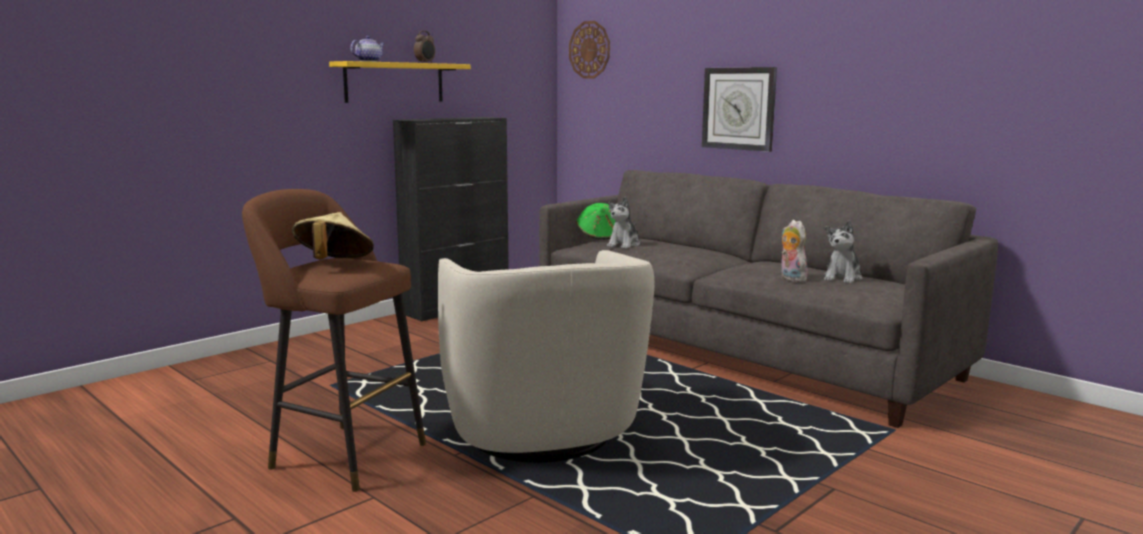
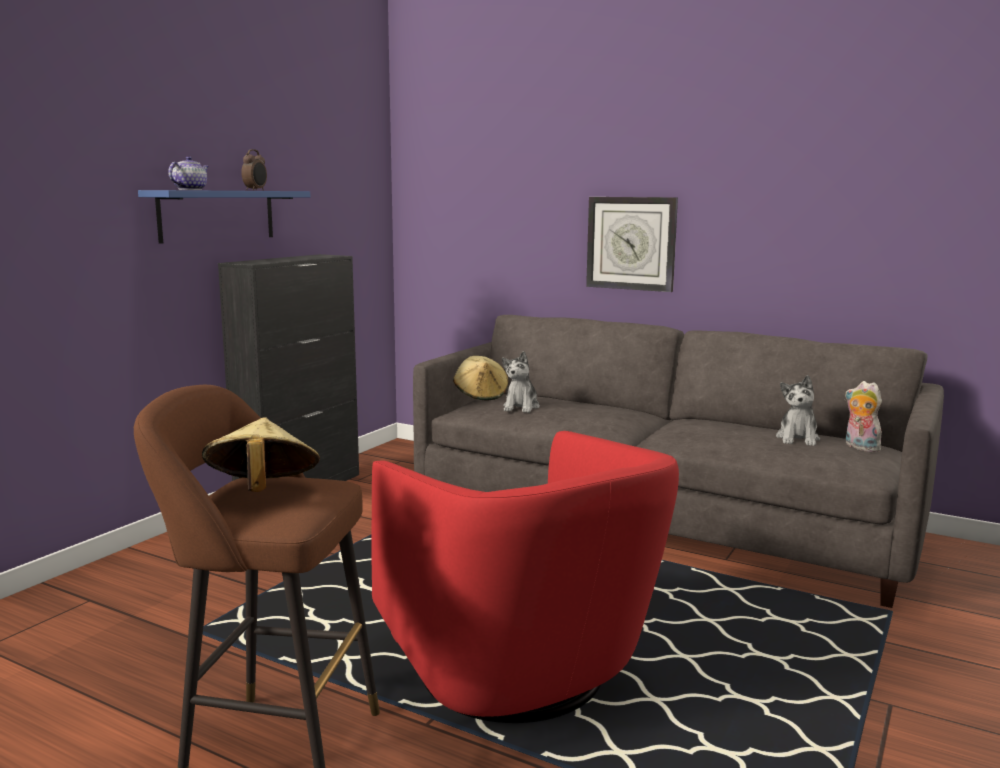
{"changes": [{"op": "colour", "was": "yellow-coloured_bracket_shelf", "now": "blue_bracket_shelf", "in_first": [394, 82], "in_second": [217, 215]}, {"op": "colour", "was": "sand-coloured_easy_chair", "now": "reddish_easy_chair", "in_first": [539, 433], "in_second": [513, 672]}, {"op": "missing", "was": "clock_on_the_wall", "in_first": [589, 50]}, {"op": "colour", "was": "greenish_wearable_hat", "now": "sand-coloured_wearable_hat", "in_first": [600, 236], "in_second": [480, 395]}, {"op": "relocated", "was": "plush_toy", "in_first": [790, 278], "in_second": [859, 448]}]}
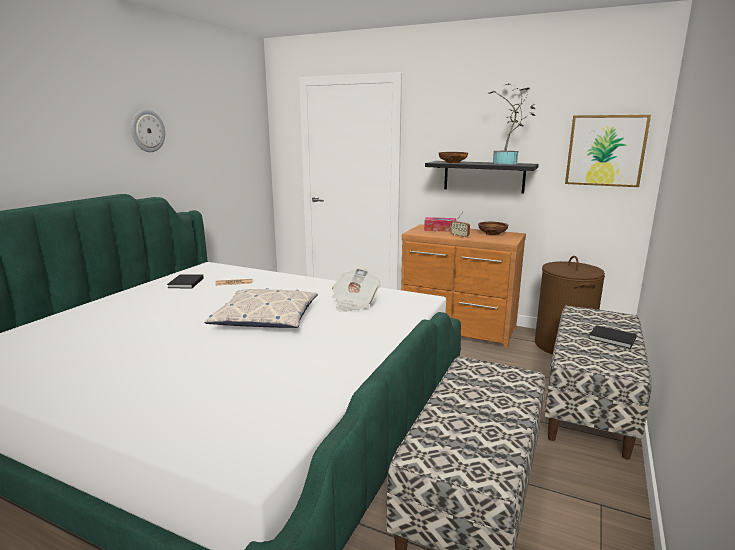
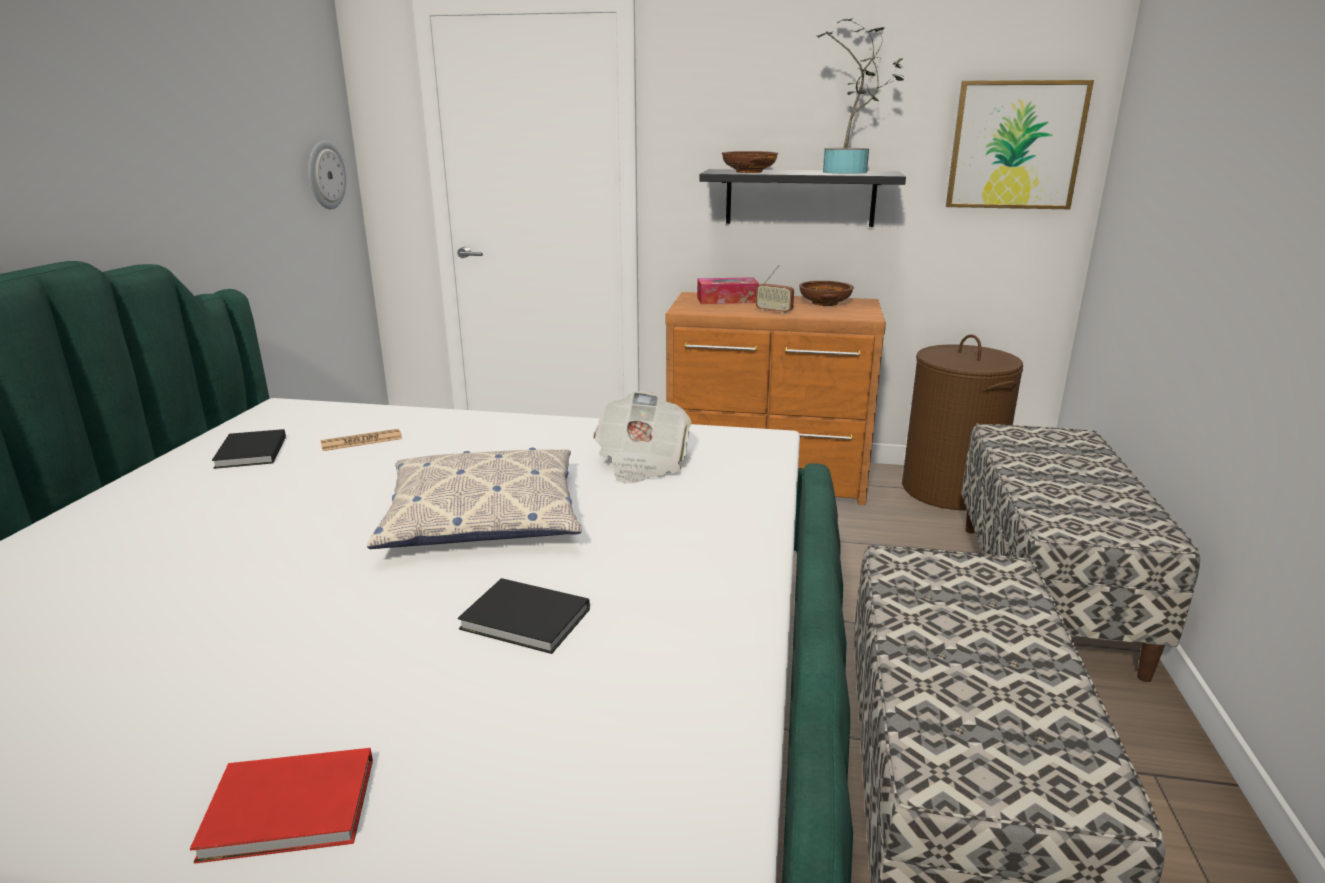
{"changes": [{"op": "relocated", "was": "clock_on_the_wall", "in_first": [147, 131], "in_second": [325, 175]}, {"op": "relocated", "was": "black-coloured_bound_book", "in_first": [613, 339], "in_second": [527, 621]}, {"op": "appeared", "now": "reddish_bound_book", "in_second": [293, 810]}]}
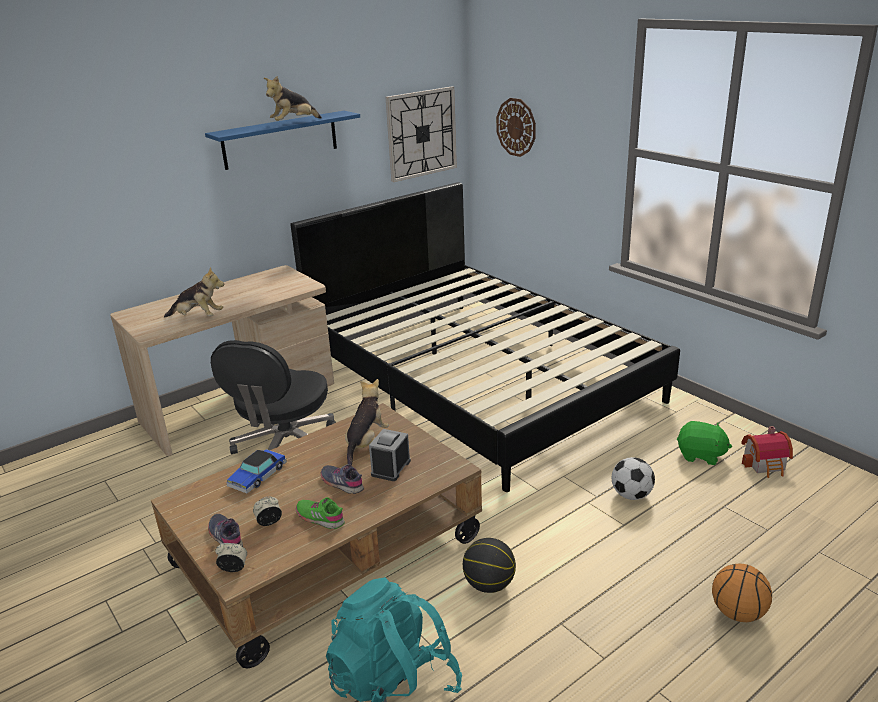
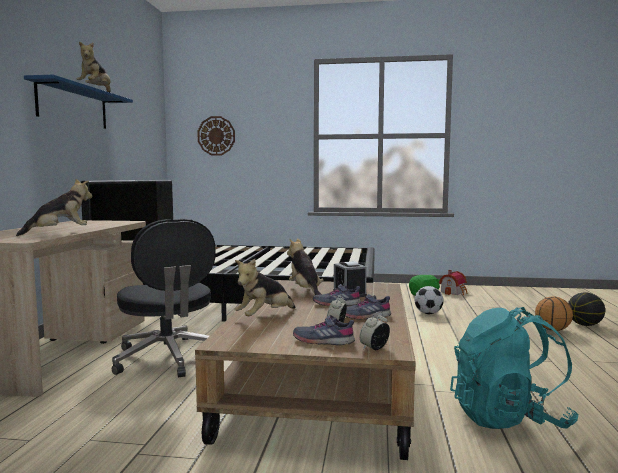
{"changes": [{"op": "exchanged", "was": "toy_car", "now": "plush_toy", "in_first": [258, 476], "in_second": [265, 317]}, {"op": "colour", "was": "greenish_shoe", "now": "grey_shoe", "in_first": [320, 518], "in_second": [365, 316]}, {"op": "missing", "was": "clock_on_the_wall", "in_first": [421, 133]}, {"op": "relocated", "was": "basketball_ball", "in_first": [489, 585], "in_second": [585, 325]}]}
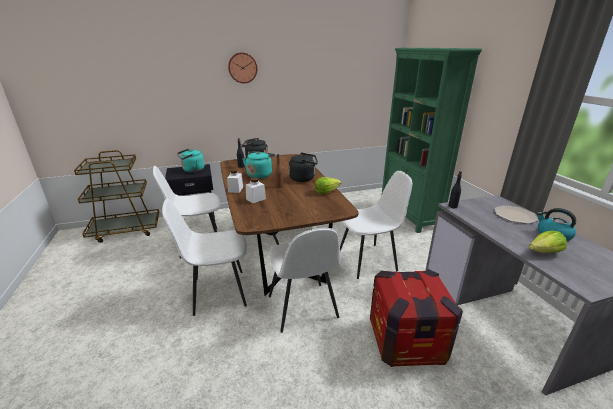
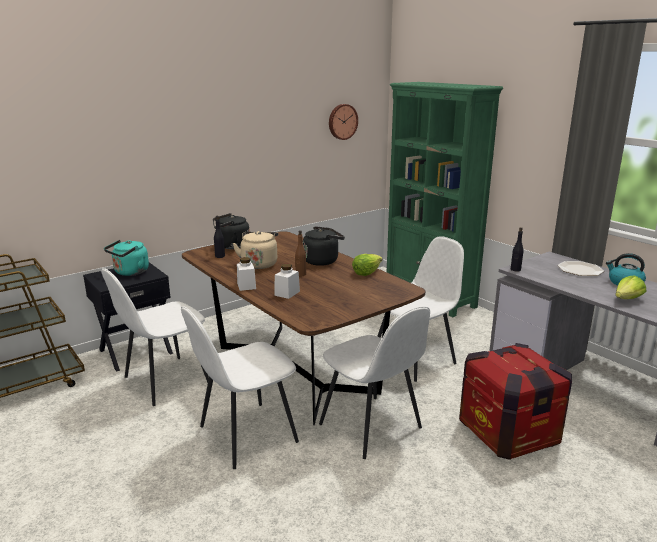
{"changes": [{"op": "relocated", "was": "clock_on_the_wall", "in_first": [242, 68], "in_second": [342, 121]}, {"op": "colour", "was": "blue-green_kettle", "now": "sand-coloured_kettle", "in_first": [260, 175], "in_second": [259, 264]}]}
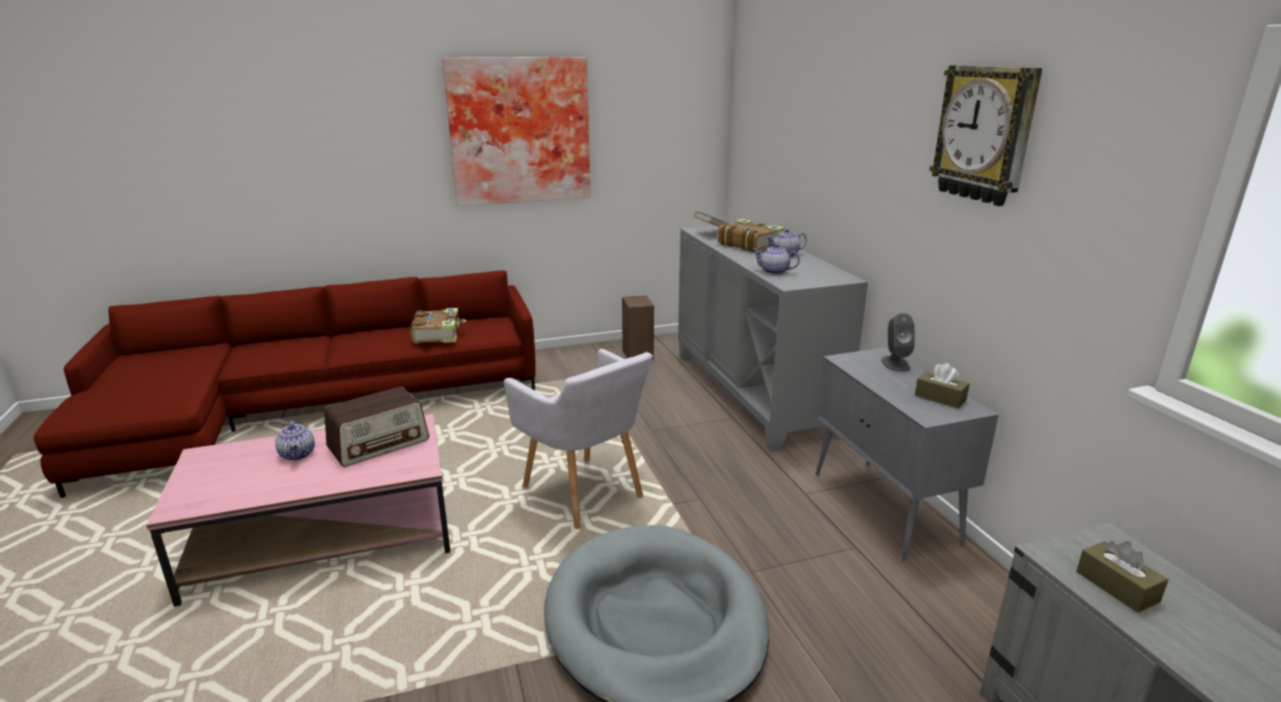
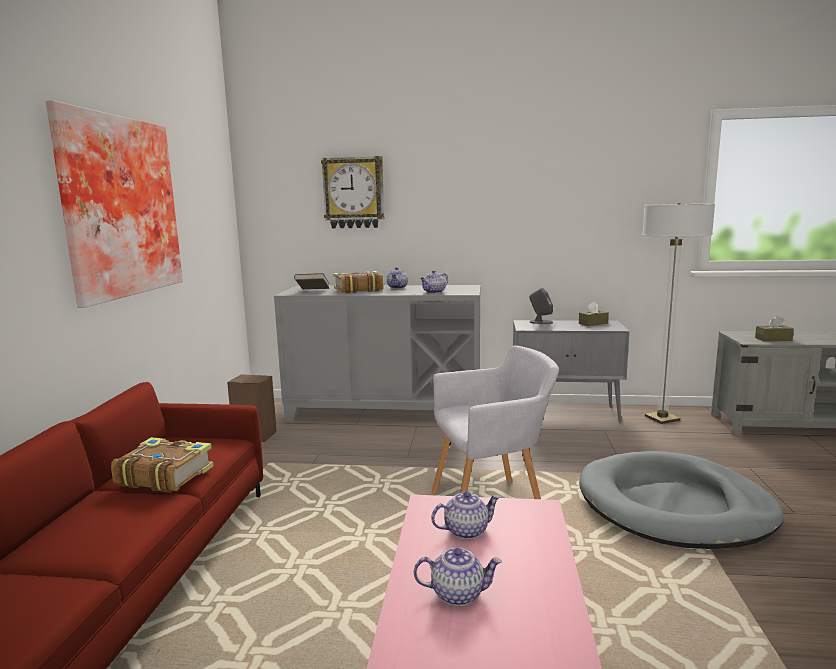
{"changes": [{"op": "exchanged", "was": "radio_set", "now": "tea_pot", "in_first": [379, 444], "in_second": [466, 530]}, {"op": "relocated", "was": "clock_on_the_wall", "in_first": [985, 134], "in_second": [354, 193]}, {"op": "appeared", "now": "standing_lamp", "in_second": [662, 419]}]}
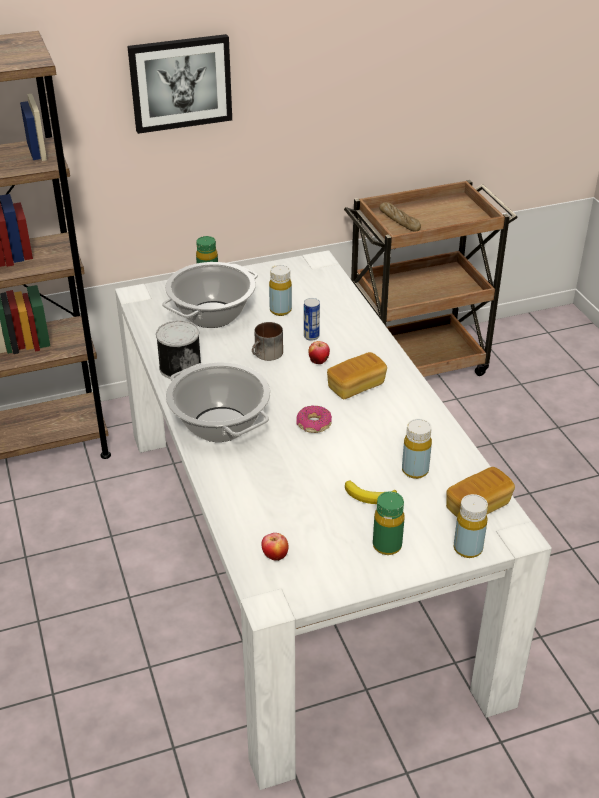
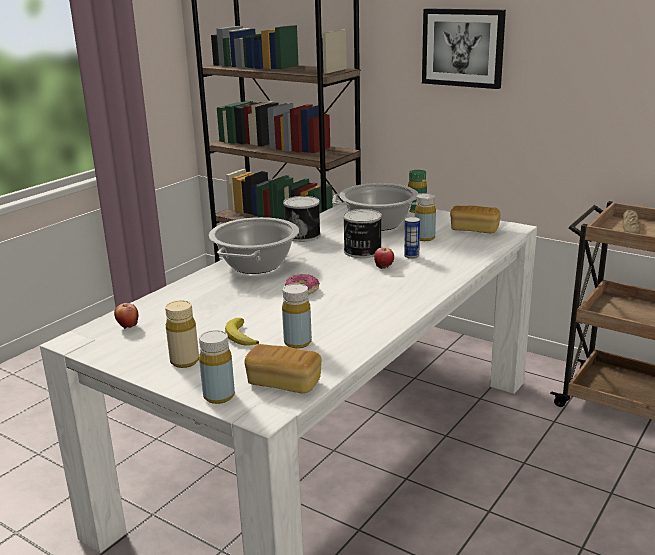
{"changes": [{"op": "exchanged", "was": "coffee_mug", "now": "sealed_can", "in_first": [267, 355], "in_second": [362, 251]}, {"op": "relocated", "was": "baked_bread", "in_first": [356, 386], "in_second": [474, 230]}, {"op": "colour", "was": "greenish_beverage_bottle", "now": "sand-coloured_beverage_bottle", "in_first": [387, 546], "in_second": [184, 361]}]}
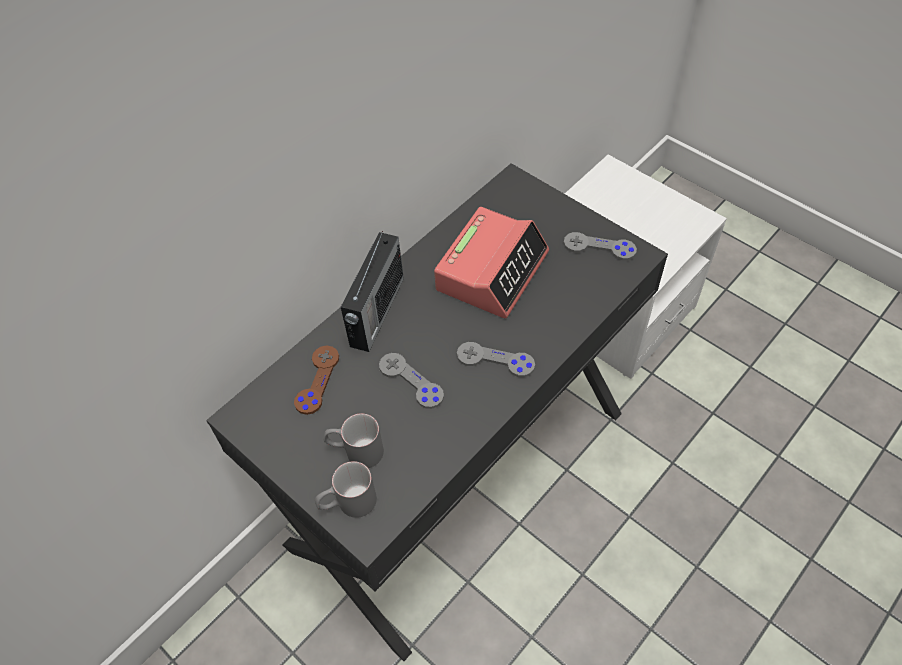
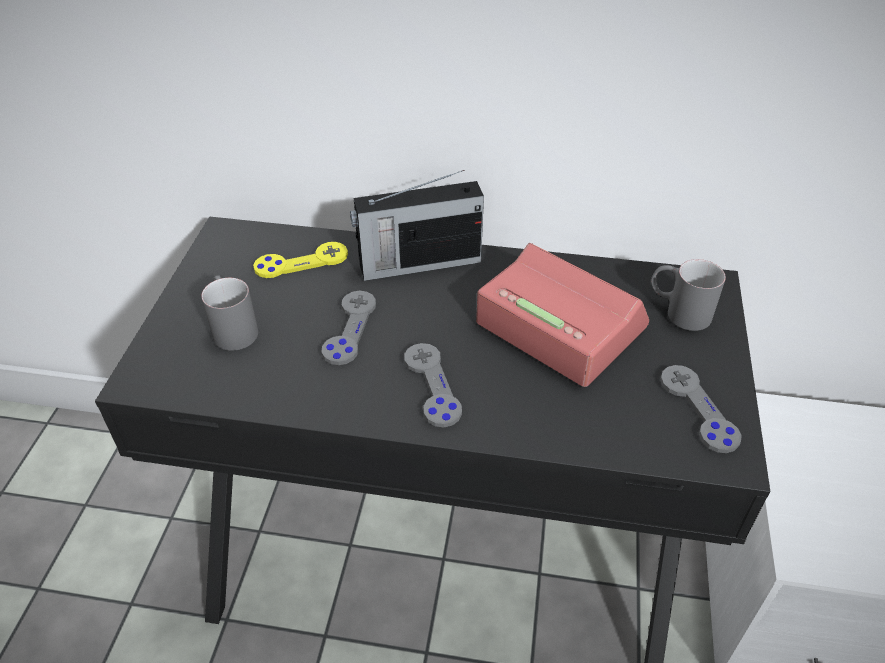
{"changes": [{"op": "colour", "was": "brown_joypad", "now": "yellow-coloured_joypad", "in_first": [317, 380], "in_second": [301, 262]}, {"op": "relocated", "was": "grey_coffee_mug", "in_first": [348, 504], "in_second": [678, 311]}, {"op": "spun", "was": "table_clock", "in_first": [492, 271], "in_second": [559, 325], "clockwise": -135}]}
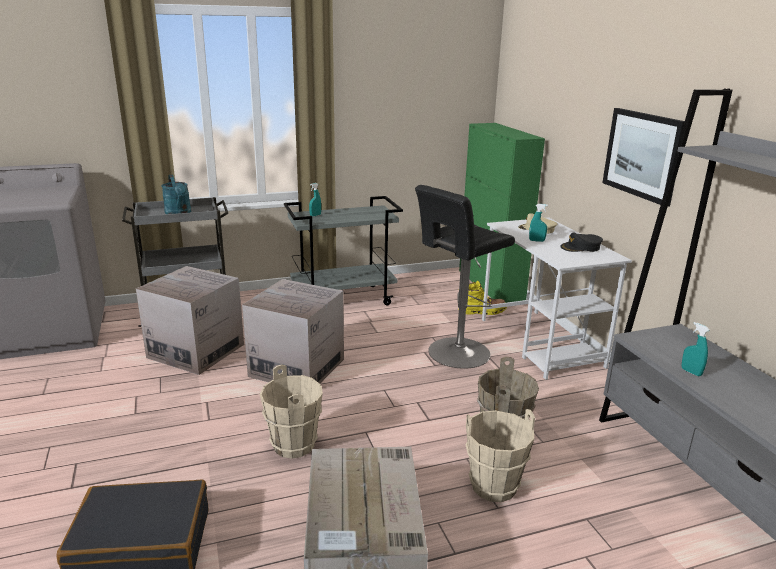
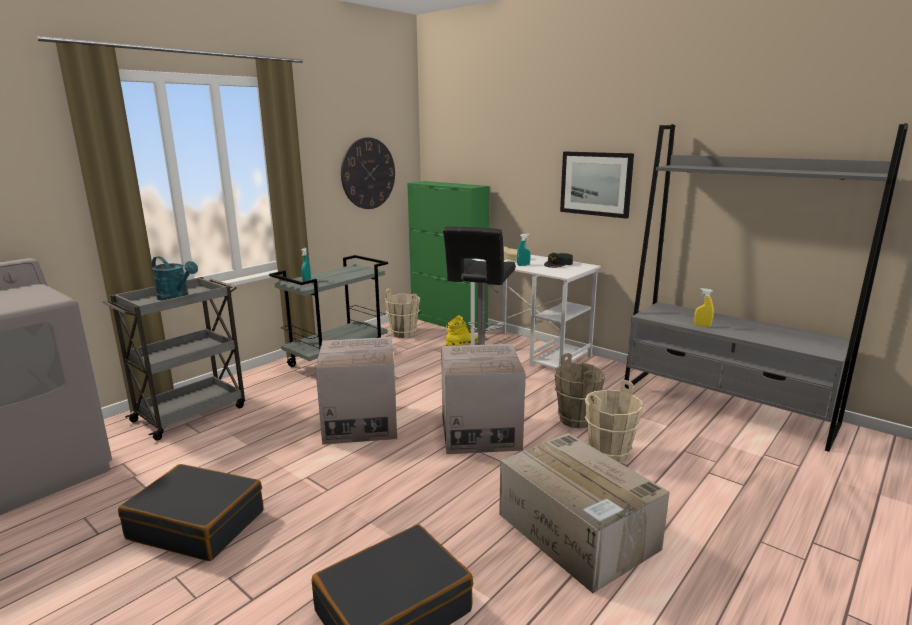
{"changes": [{"op": "relocated", "was": "cardboard_box", "in_first": [196, 351], "in_second": [480, 433]}, {"op": "relocated", "was": "sand-coloured_bucket", "in_first": [294, 445], "in_second": [404, 333]}, {"op": "colour", "was": "blue-green_sprayer", "now": "yellow-coloured_sprayer", "in_first": [691, 372], "in_second": [702, 326]}, {"op": "appeared", "now": "black-coloured_piece_of_luggage", "in_second": [197, 524]}, {"op": "appeared", "now": "clock_on_the_wall", "in_second": [368, 173]}]}
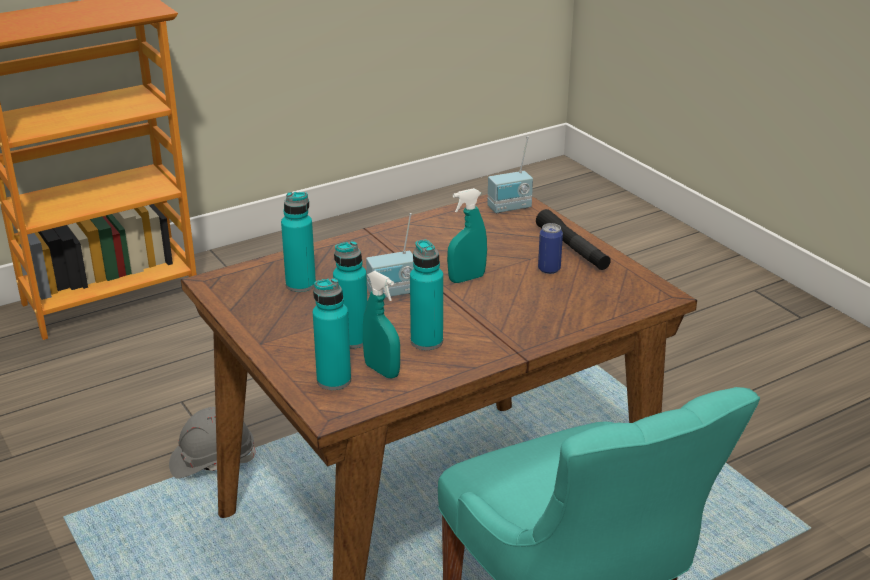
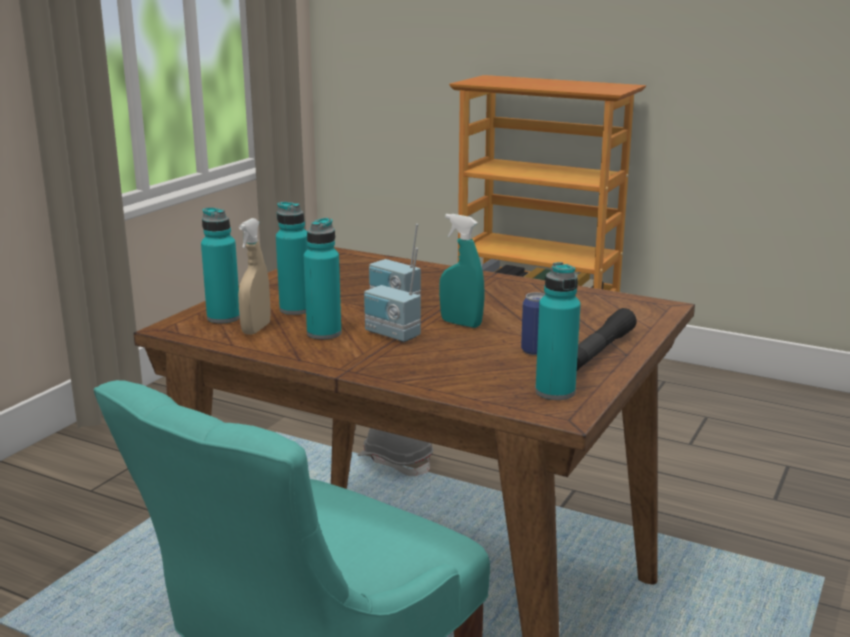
{"changes": [{"op": "relocated", "was": "blue-green_beverage_bottle", "in_first": [300, 284], "in_second": [555, 392]}, {"op": "colour", "was": "blue-green_sprayer", "now": "sand-coloured_sprayer", "in_first": [382, 370], "in_second": [256, 329]}, {"op": "relocated", "was": "radio_set", "in_first": [510, 208], "in_second": [391, 335]}]}
